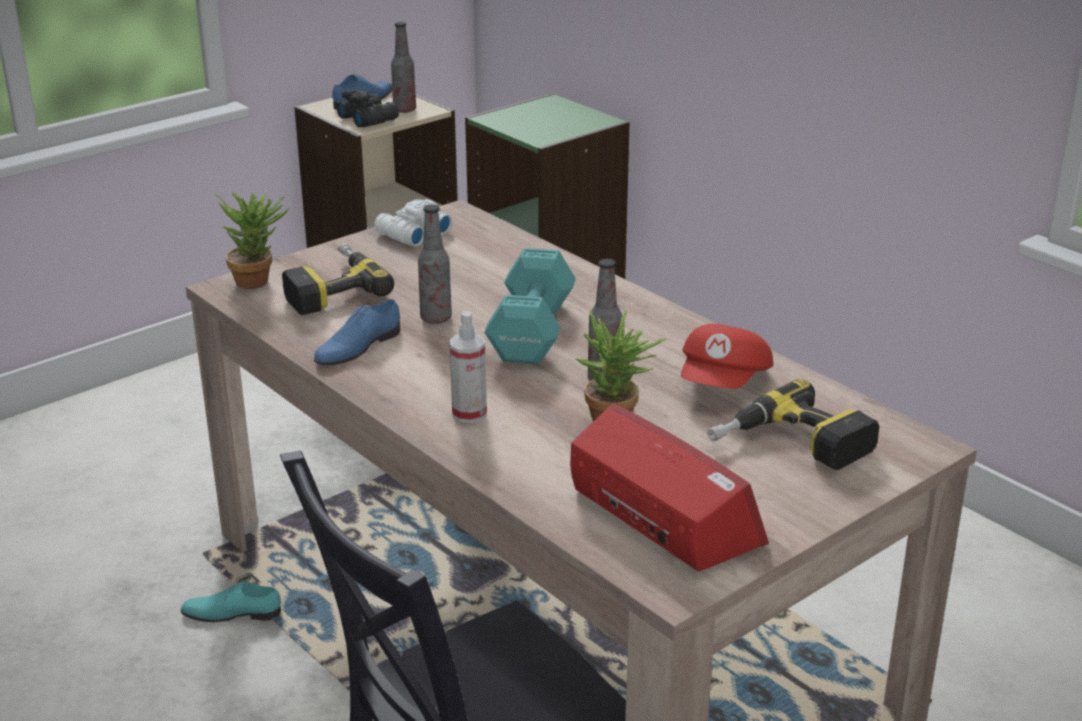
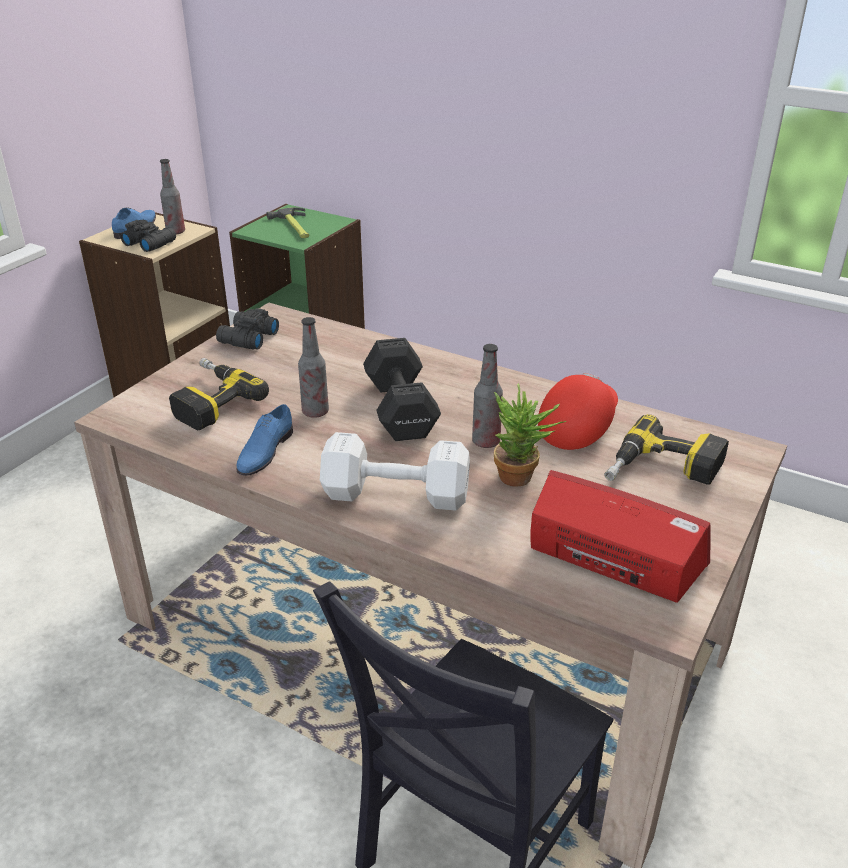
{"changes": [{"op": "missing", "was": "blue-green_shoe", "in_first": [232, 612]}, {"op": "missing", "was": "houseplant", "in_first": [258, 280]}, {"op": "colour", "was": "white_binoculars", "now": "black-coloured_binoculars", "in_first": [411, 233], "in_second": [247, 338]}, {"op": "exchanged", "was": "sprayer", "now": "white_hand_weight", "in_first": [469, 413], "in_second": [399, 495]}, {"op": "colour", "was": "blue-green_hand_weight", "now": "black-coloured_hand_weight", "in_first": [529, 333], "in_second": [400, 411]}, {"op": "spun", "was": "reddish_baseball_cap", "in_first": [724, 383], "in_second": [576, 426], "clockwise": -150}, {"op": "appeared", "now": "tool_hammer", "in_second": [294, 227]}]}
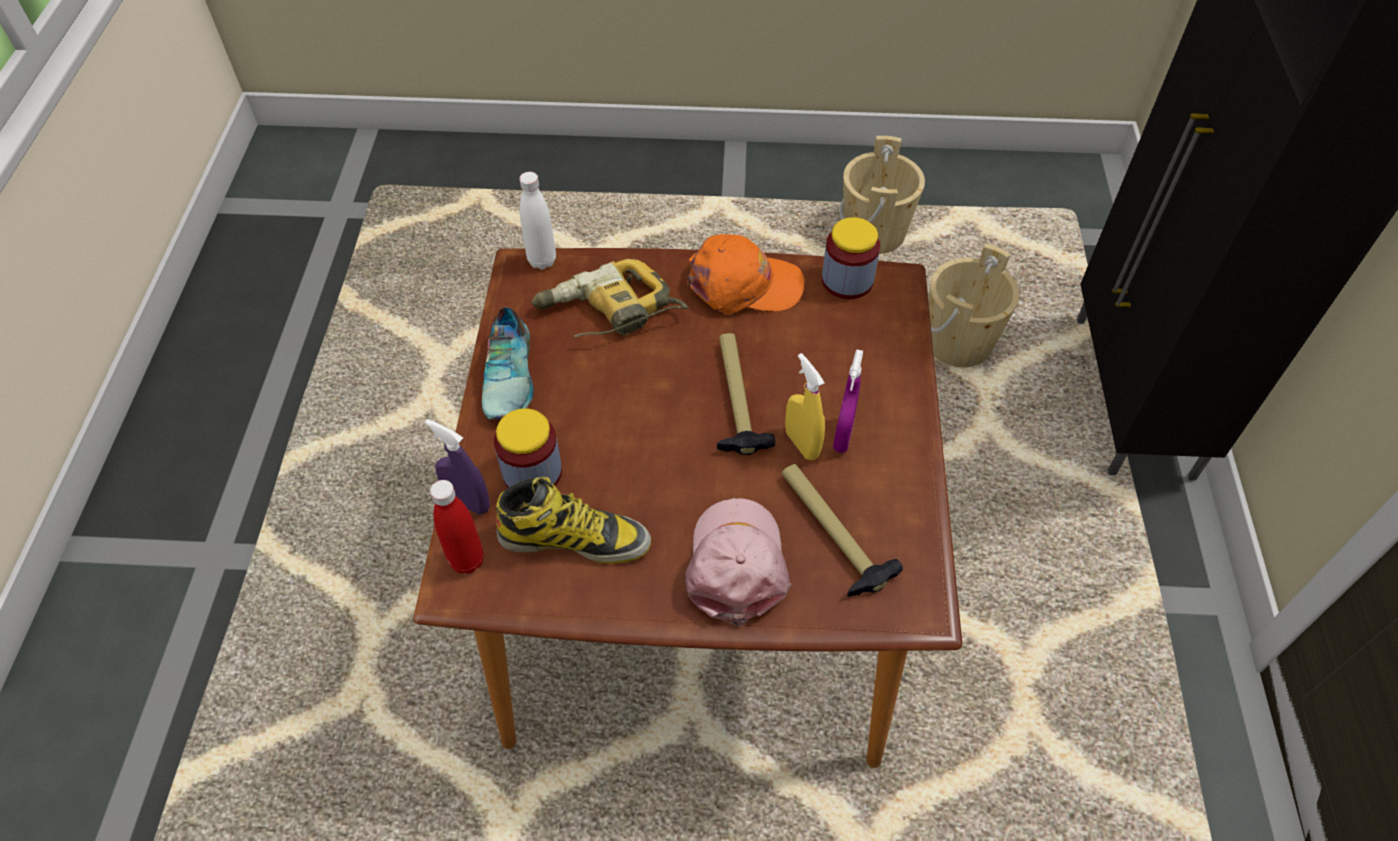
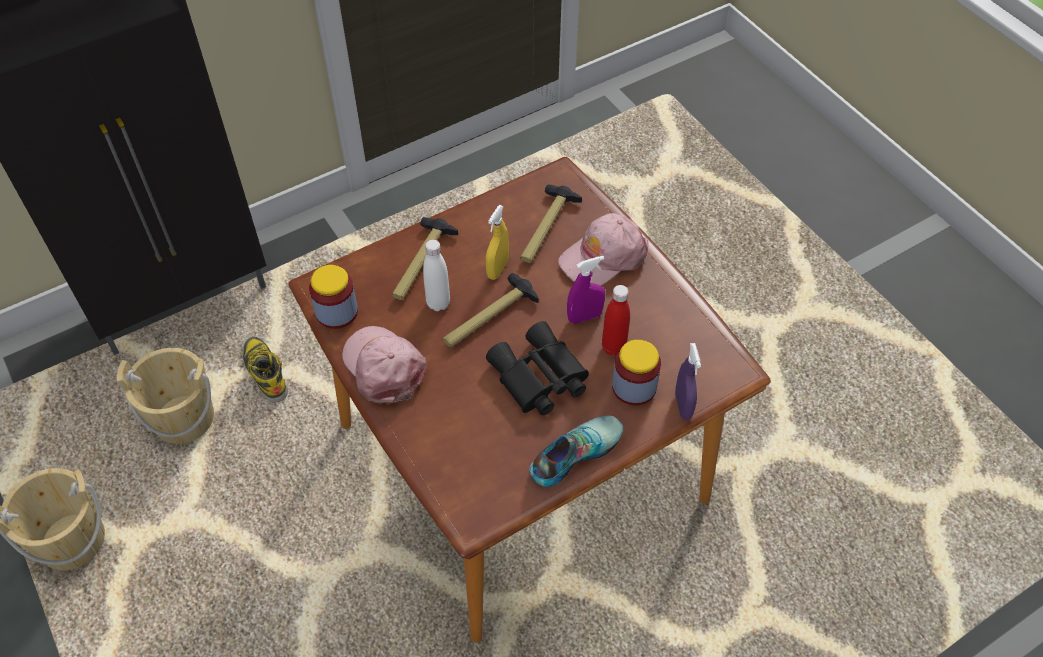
{"changes": [{"op": "relocated", "was": "reddish_beverage_bottle", "in_first": [467, 560], "in_second": [613, 347]}, {"op": "relocated", "was": "boot", "in_first": [574, 538], "in_second": [264, 372]}, {"op": "relocated", "was": "white_beverage_bottle", "in_first": [542, 261], "in_second": [438, 303]}, {"op": "missing", "was": "power_drill", "in_first": [609, 313]}, {"op": "colour", "was": "orange_baseball_cap", "now": "pinkish_baseball_cap", "in_first": [744, 284], "in_second": [384, 367]}, {"op": "relocated", "was": "purple_sprayer", "in_first": [843, 436], "in_second": [584, 317]}, {"op": "appeared", "now": "tool_hammer", "in_second": [421, 263]}, {"op": "appeared", "now": "black-coloured_binoculars", "in_second": [538, 379]}]}
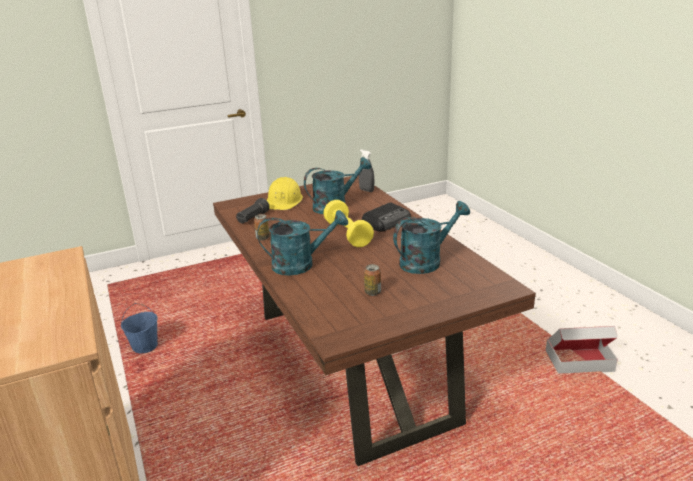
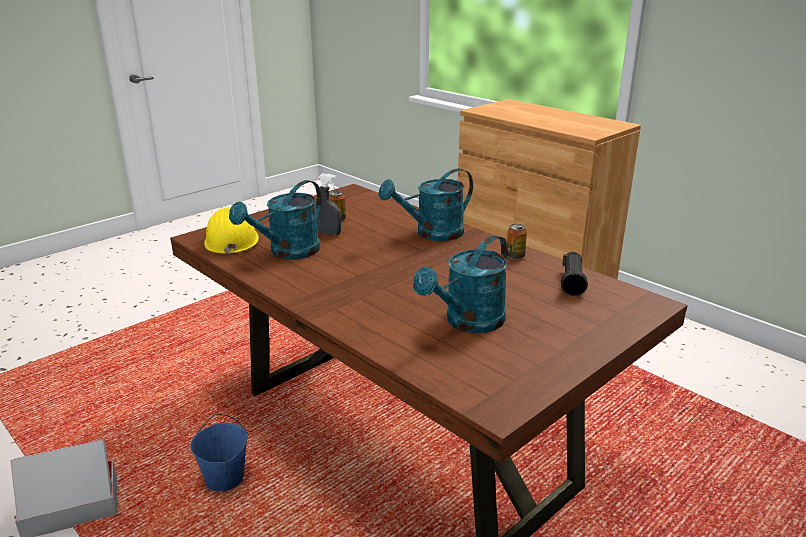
{"changes": [{"op": "relocated", "was": "blue_bucket", "in_first": [145, 346], "in_second": [224, 479]}, {"op": "relocated", "was": "yellow-coloured_hard_hat", "in_first": [284, 201], "in_second": [231, 240]}, {"op": "missing", "was": "yellow-coloured_hand_weight", "in_first": [348, 234]}, {"op": "relocated", "was": "grey_sprayer", "in_first": [366, 190], "in_second": [329, 233]}, {"op": "missing", "was": "radio_set", "in_first": [387, 221]}]}
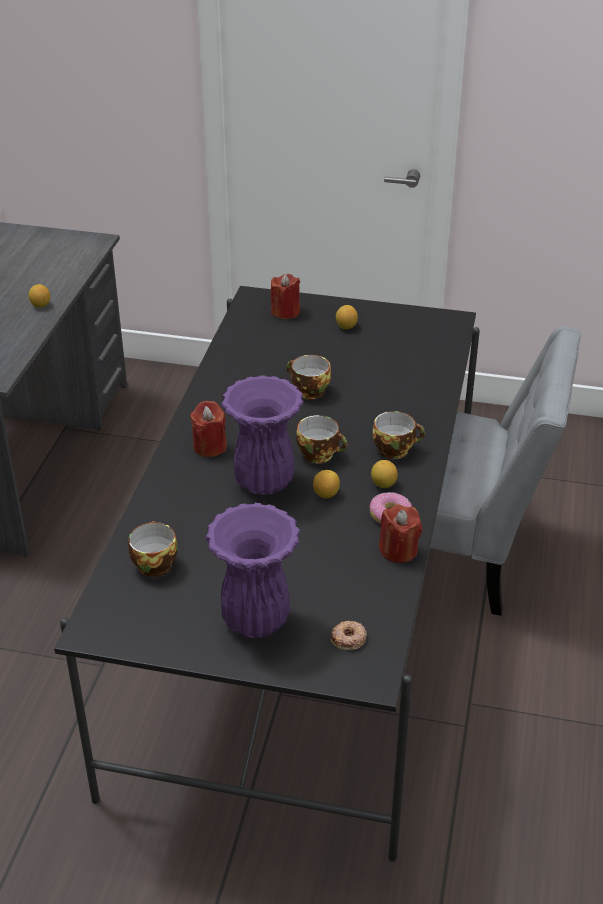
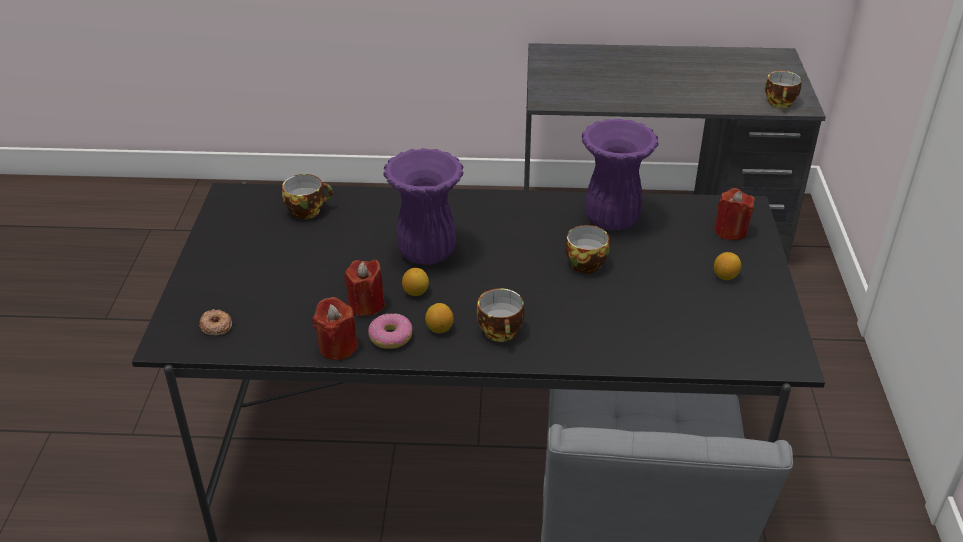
{"changes": [{"op": "missing", "was": "citrus_fruit", "in_first": [40, 305]}, {"op": "relocated", "was": "reddish_wax_light", "in_first": [209, 446], "in_second": [366, 305]}, {"op": "relocated", "was": "purple_vase", "in_first": [255, 621], "in_second": [610, 220]}, {"op": "relocated", "was": "small_cup", "in_first": [320, 454], "in_second": [781, 103]}]}
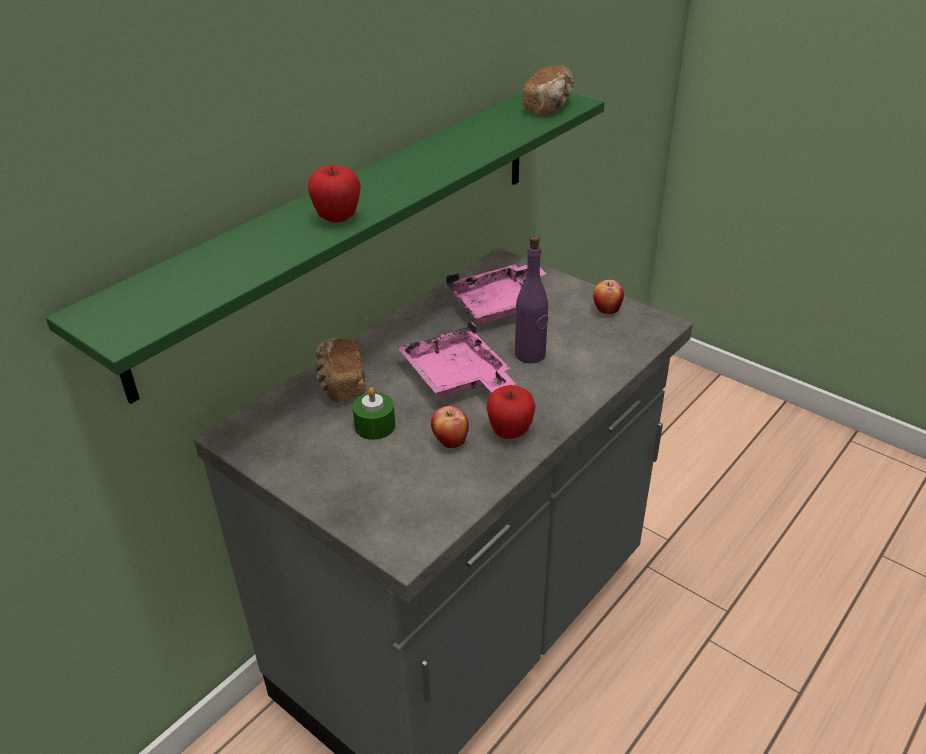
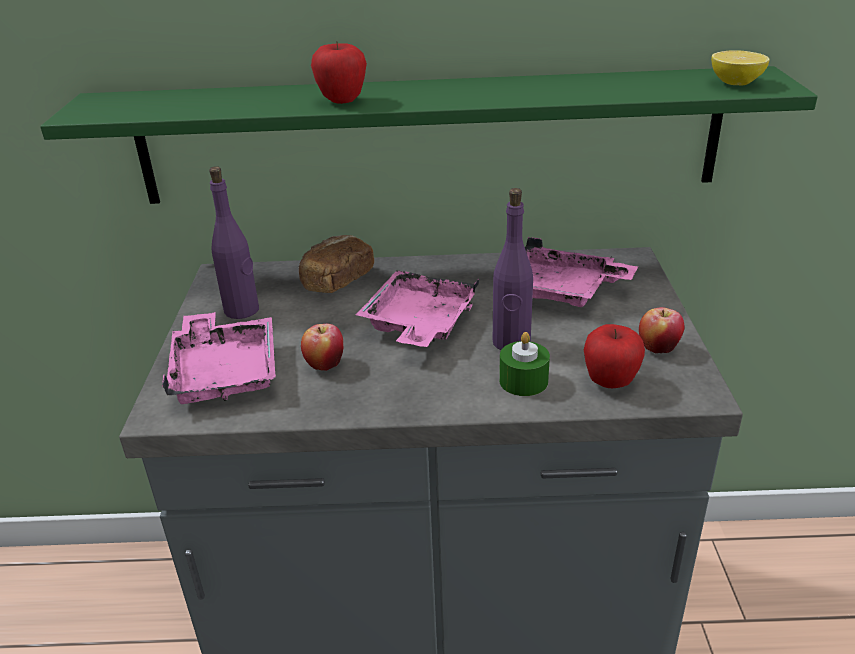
{"changes": [{"op": "relocated", "was": "greenish_wax_light", "in_first": [375, 426], "in_second": [523, 381]}, {"op": "relocated", "was": "apple", "in_first": [510, 432], "in_second": [610, 382]}, {"op": "exchanged", "was": "baked_bread", "now": "citrus_fruit", "in_first": [549, 106], "in_second": [735, 83]}, {"op": "appeared", "now": "pinkish_serving_tray", "in_second": [225, 372]}, {"op": "appeared", "now": "purple_beverage_bottle", "in_second": [242, 310]}]}
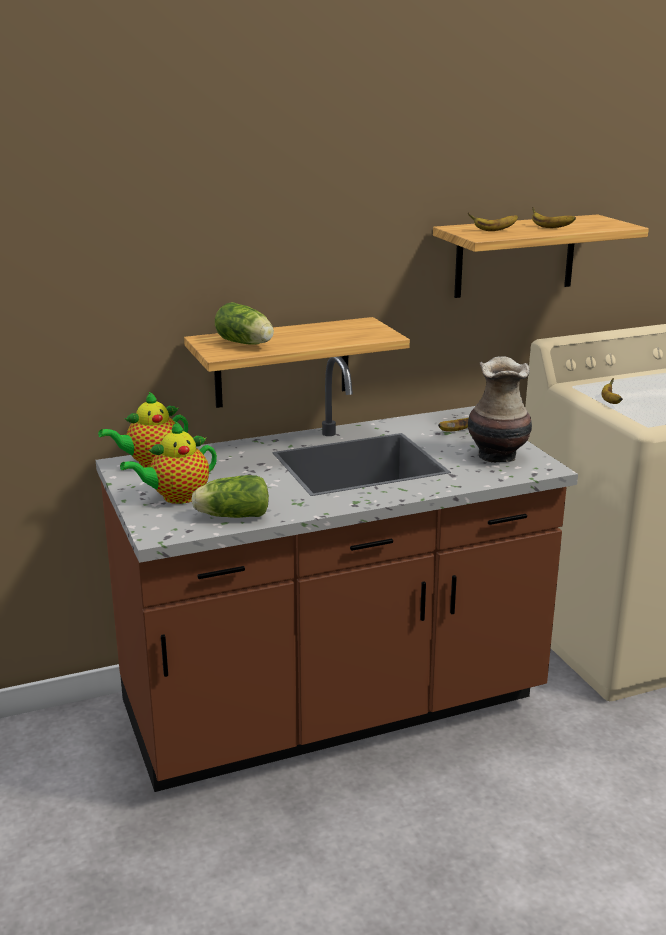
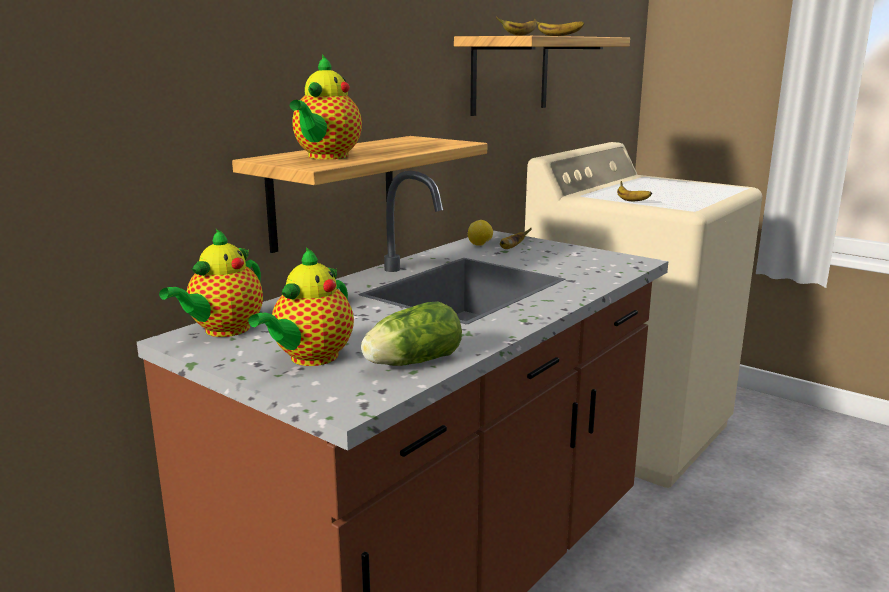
{"changes": [{"op": "exchanged", "was": "head_of_lettuce", "now": "tea_pot", "in_first": [246, 344], "in_second": [326, 157]}, {"op": "missing", "was": "vase", "in_first": [497, 455]}, {"op": "appeared", "now": "citrus_fruit", "in_second": [480, 245]}]}
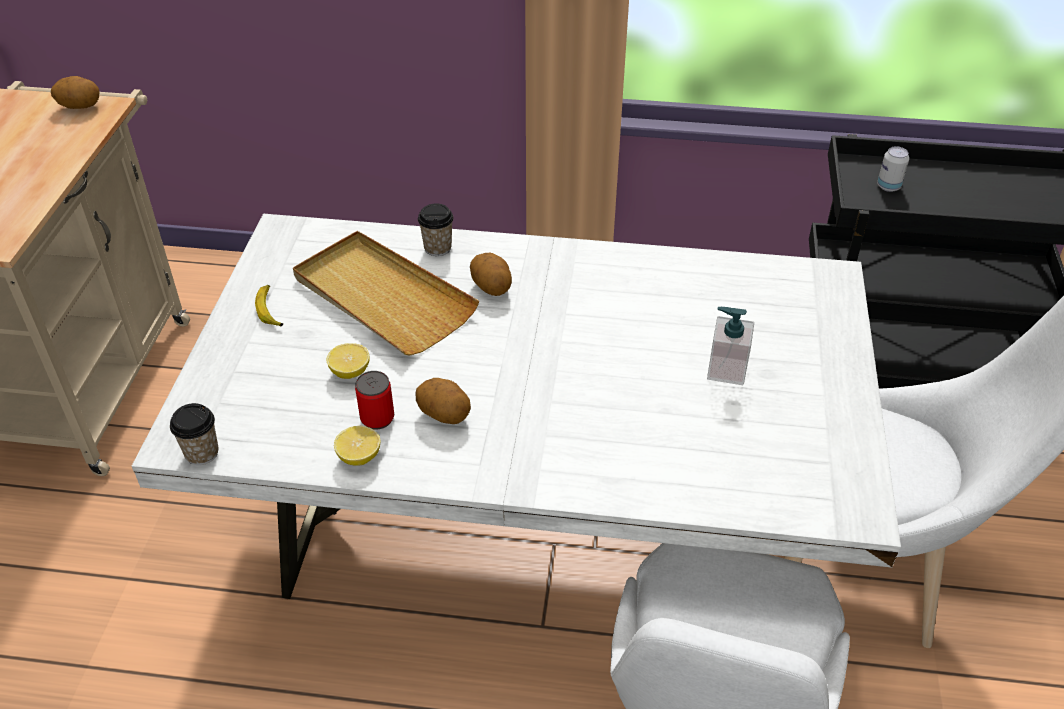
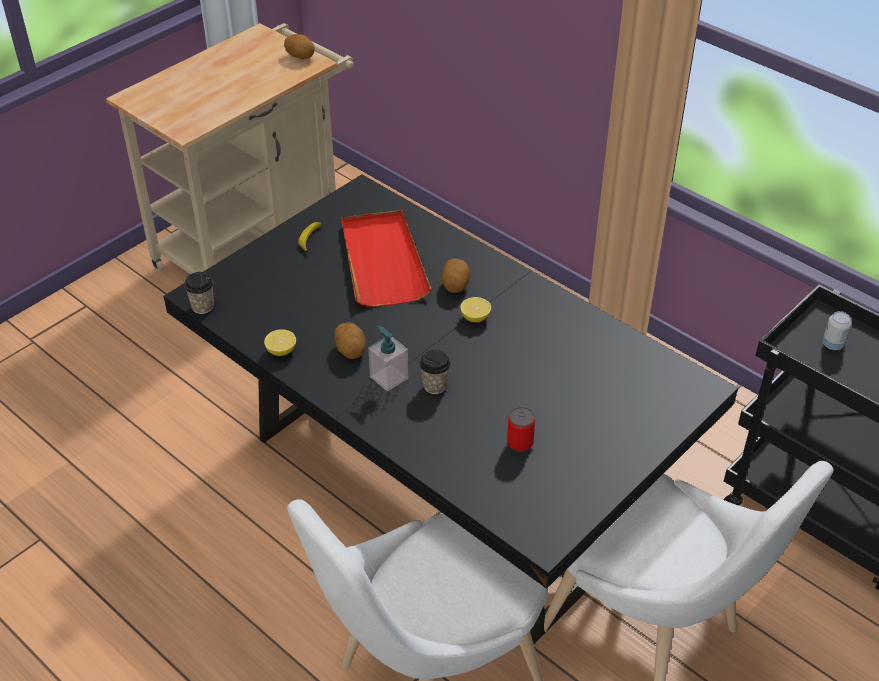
{"changes": [{"op": "colour", "was": "white_dinner_table", "now": "black-coloured_dinner_table", "in_first": [528, 543], "in_second": [436, 489]}, {"op": "colour", "was": "sand-coloured_serving_tray", "now": "reddish_serving_tray", "in_first": [382, 297], "in_second": [382, 261]}, {"op": "relocated", "was": "citrus_fruit", "in_first": [350, 372], "in_second": [475, 318]}, {"op": "relocated", "was": "sealed_can", "in_first": [377, 418], "in_second": [520, 443]}, {"op": "relocated", "was": "small_cup", "in_first": [437, 248], "in_second": [435, 386]}, {"op": "relocated", "was": "liquid_soap_bottle", "in_first": [726, 370], "in_second": [389, 377]}]}
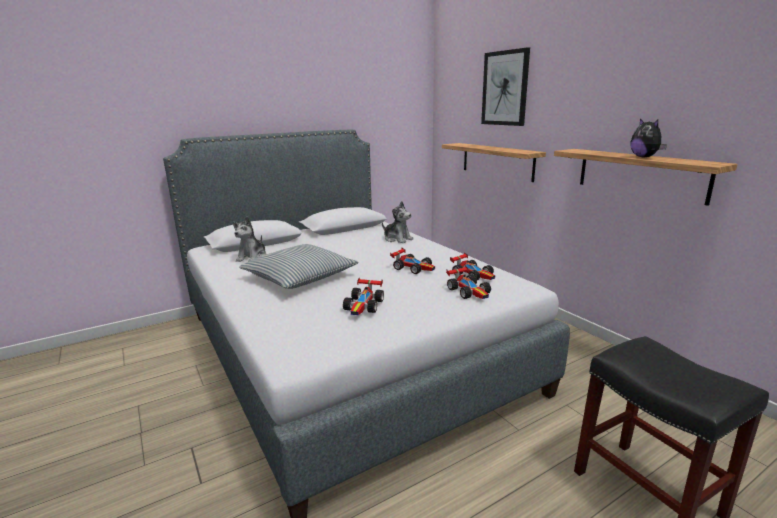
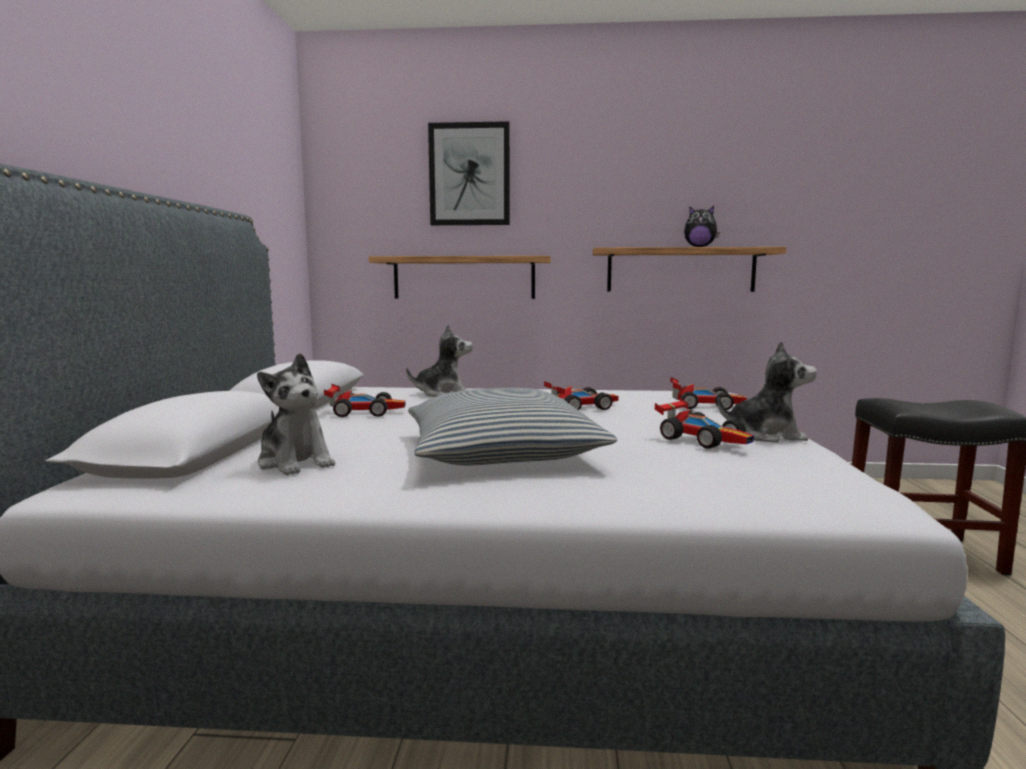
{"changes": [{"op": "relocated", "was": "toy_car", "in_first": [473, 275], "in_second": [364, 412]}, {"op": "appeared", "now": "plush_toy", "in_second": [766, 435]}]}
